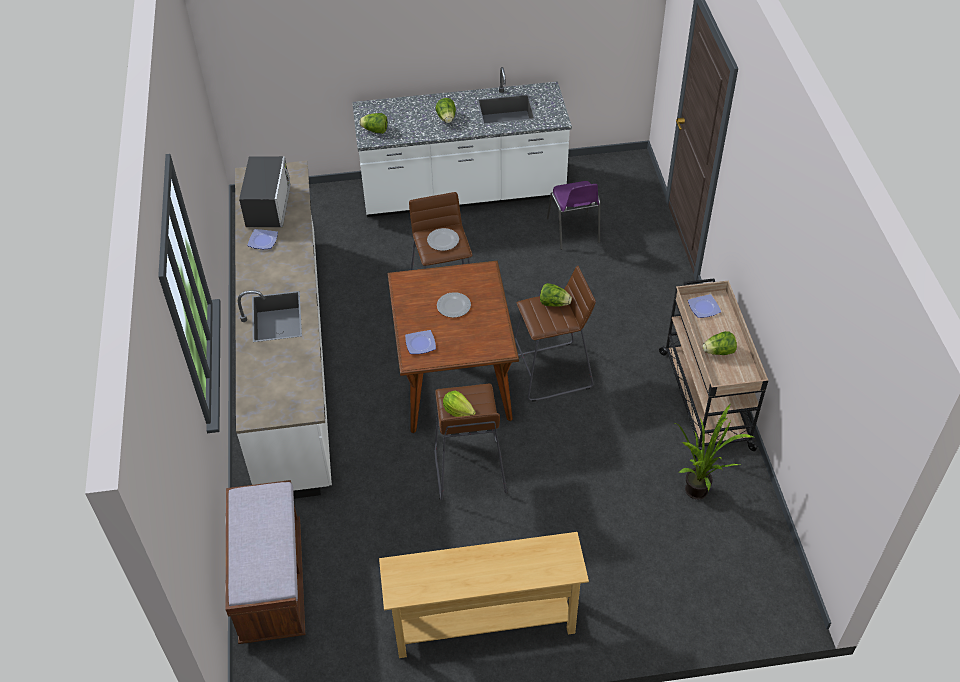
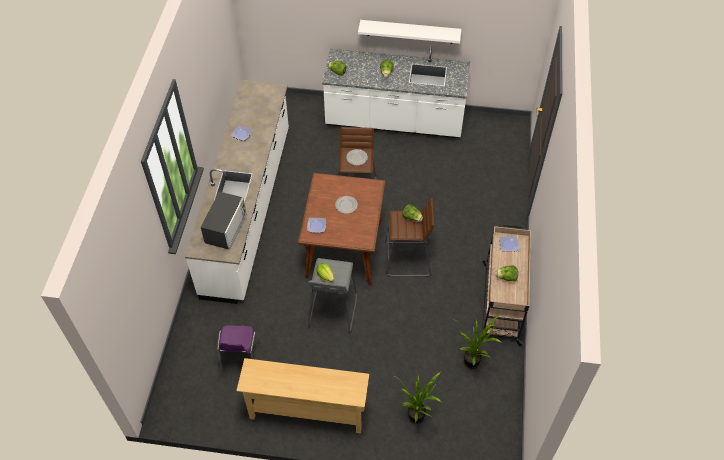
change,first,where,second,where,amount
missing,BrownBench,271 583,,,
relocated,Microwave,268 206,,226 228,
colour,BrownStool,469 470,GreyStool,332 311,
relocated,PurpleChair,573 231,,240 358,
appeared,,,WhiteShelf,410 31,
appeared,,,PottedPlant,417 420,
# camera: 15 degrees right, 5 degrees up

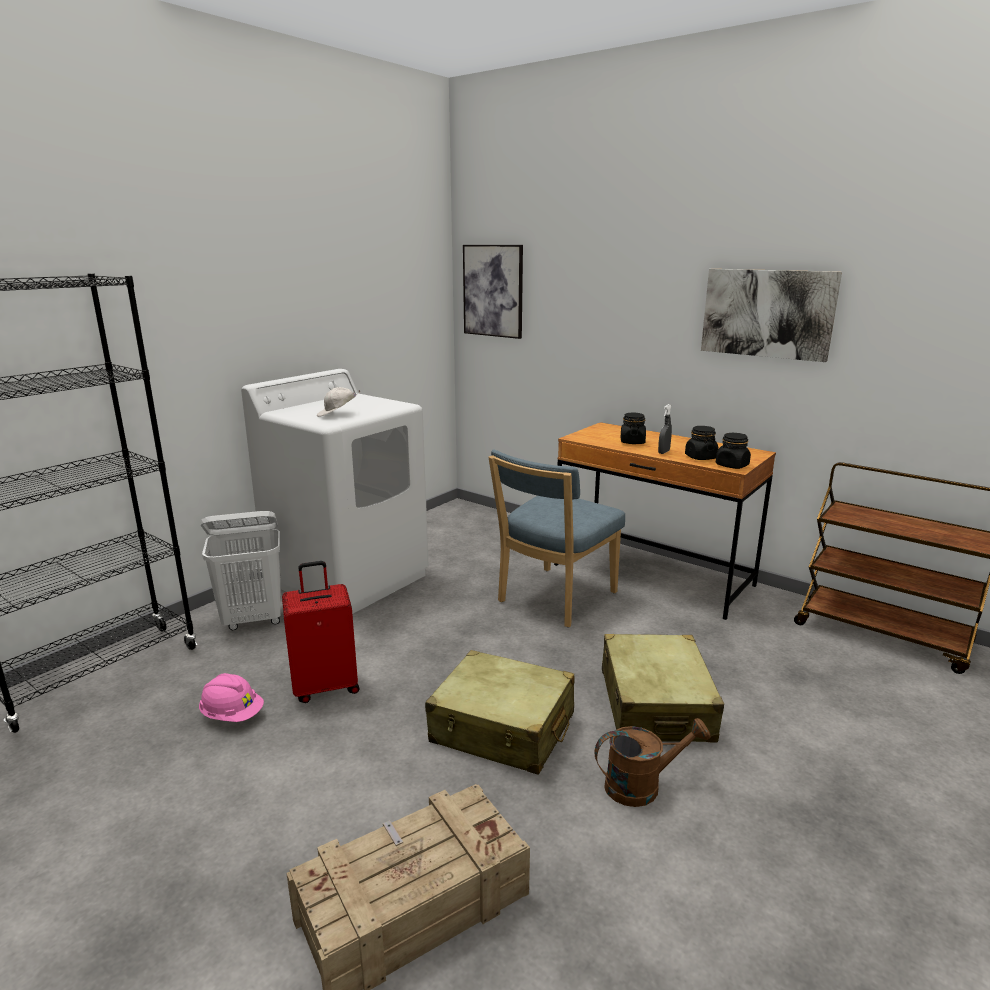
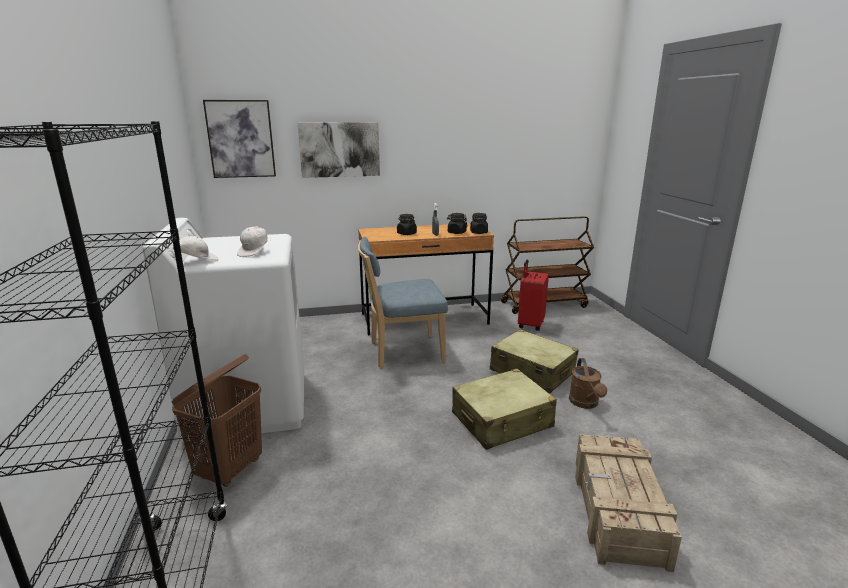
change,first,where,second,where,amount
missing,PinkHardHat,232 715,,,
colour,WhiteLaundryBasket,254 620,BrownLaundryBasket,230 470,
relocated,RedSuitcase,326 686,,530 325,
spun,BlueChair,553 599,,402 352,90 degrees clockwise
spun,BrownWateringCan,642 785,,585 404,150 degrees clockwise
relocated,Picture,767 313,,339 149,
appeared,,,WhiteCap,197 261,
# camera: 50 degrees left, 0 degrees up

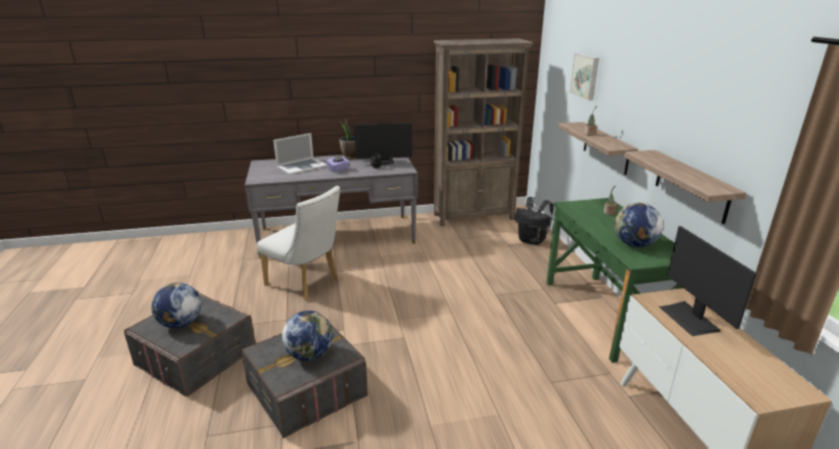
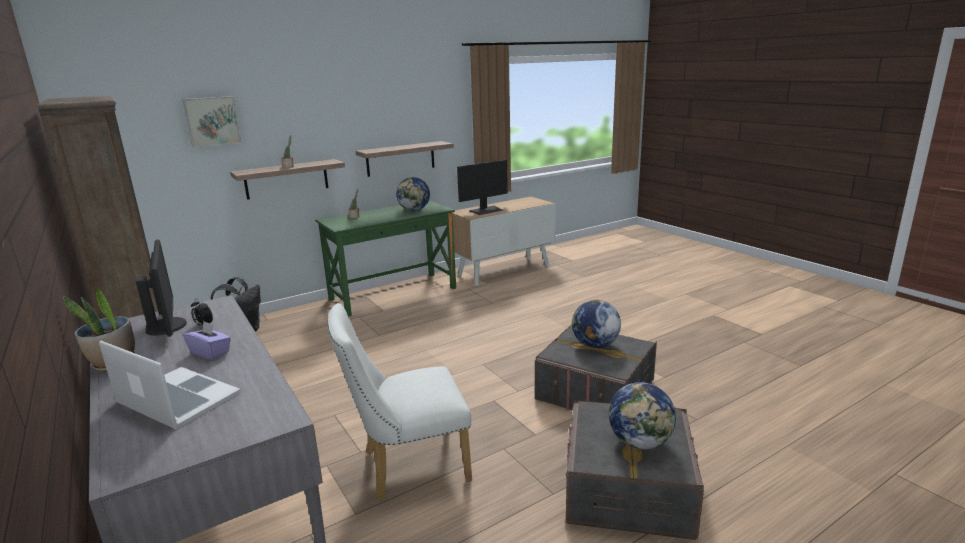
change,first,where,second,where,amount
spun,WhiteChair,306 284,,407 467,120 degrees counterclockwise
# camera: 110 degrees left, 5 degrees down

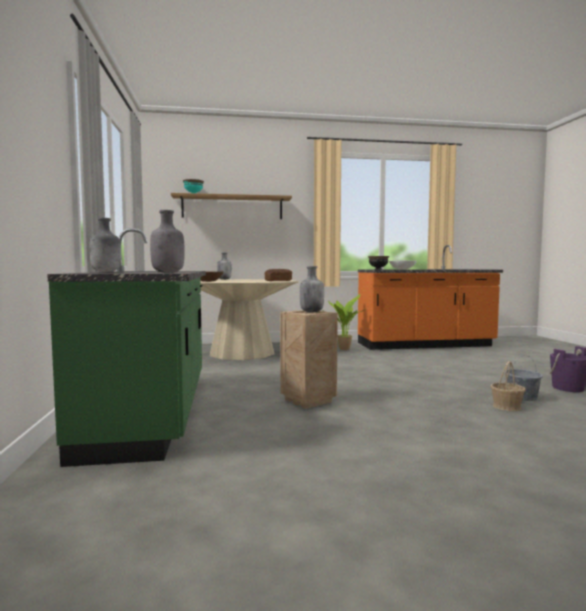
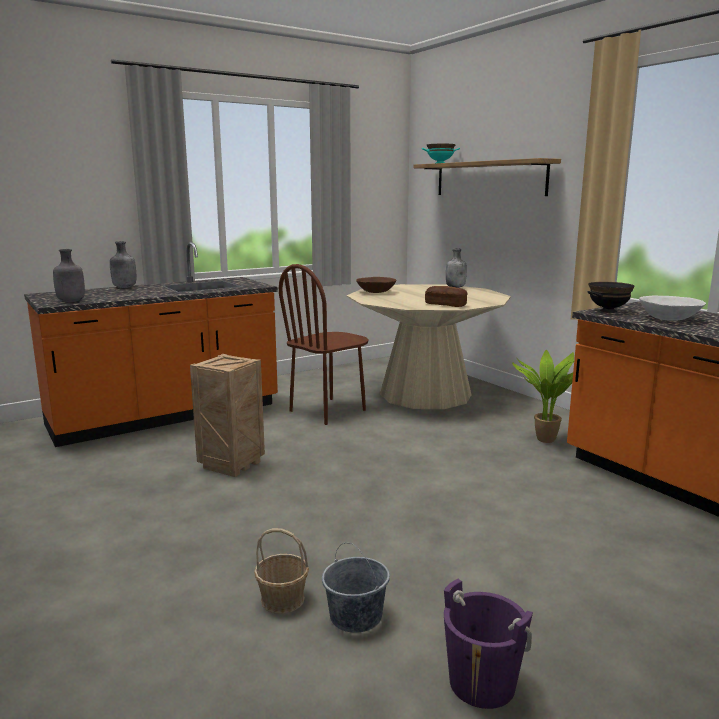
change,first,where,second,where,amount
colour,GreenCounter,153 411,OrangeCounter,166 416,
missing,GreyBottle,311 312,,,
appeared,,,BrownChair,328 411,
# camera: 65 degrees right, 10 degrees up

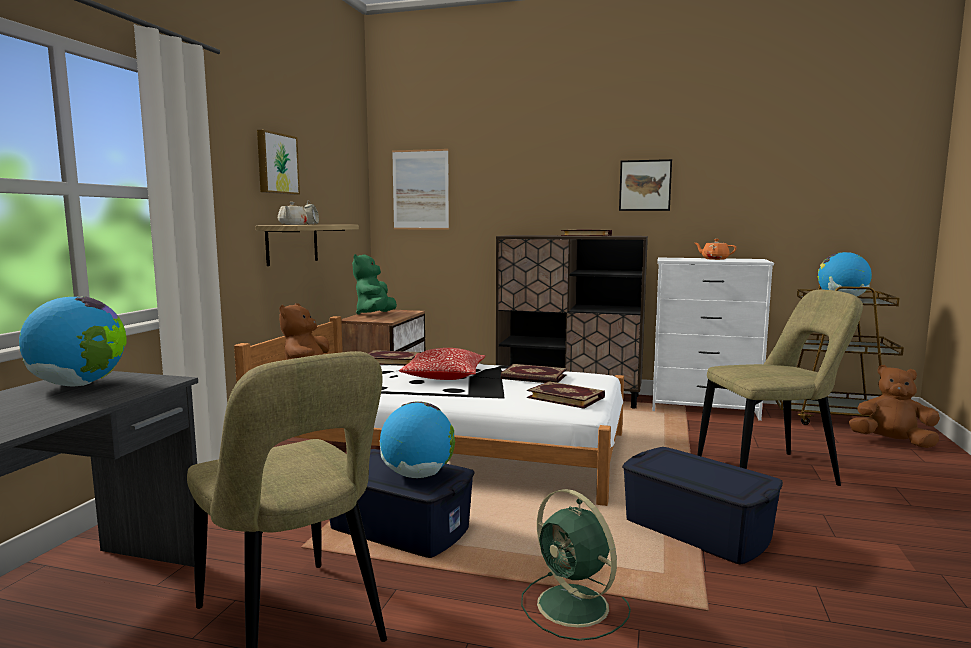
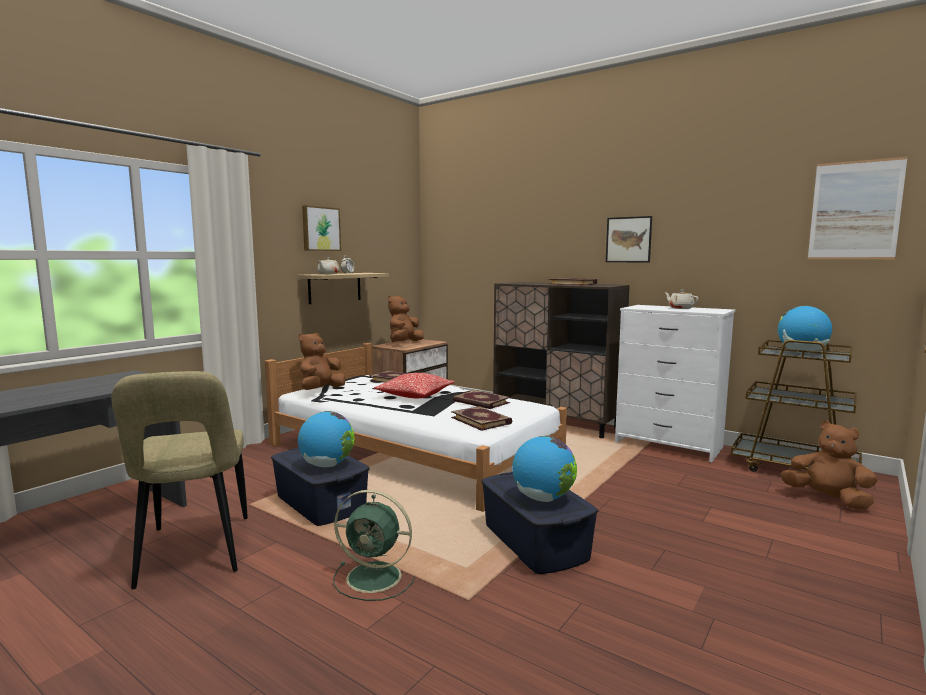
change,first,where,second,where,amount
relocated,Globe,79 385,,543 499,
colour,GreenPlushToy,375 314,BrownPlushToy,404 343,
relocated,Picture,420 190,,855 210,
spun,GreenFan,575 607,,376 577,60 degrees counterclockwise
colour,OrangeTeapot,714 259,BeigeTeapot,680 308,
missing,BeigeChair,772 472,,,
# camera: 20 degrees right, 0 degrees up

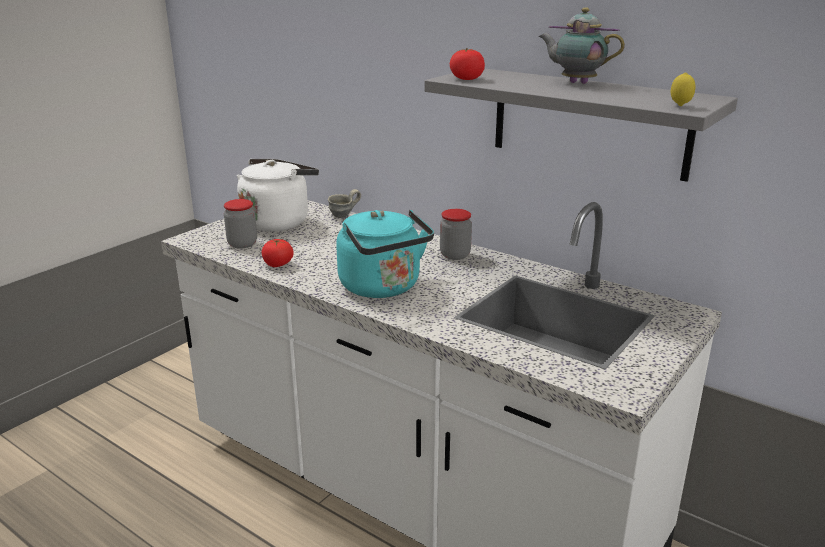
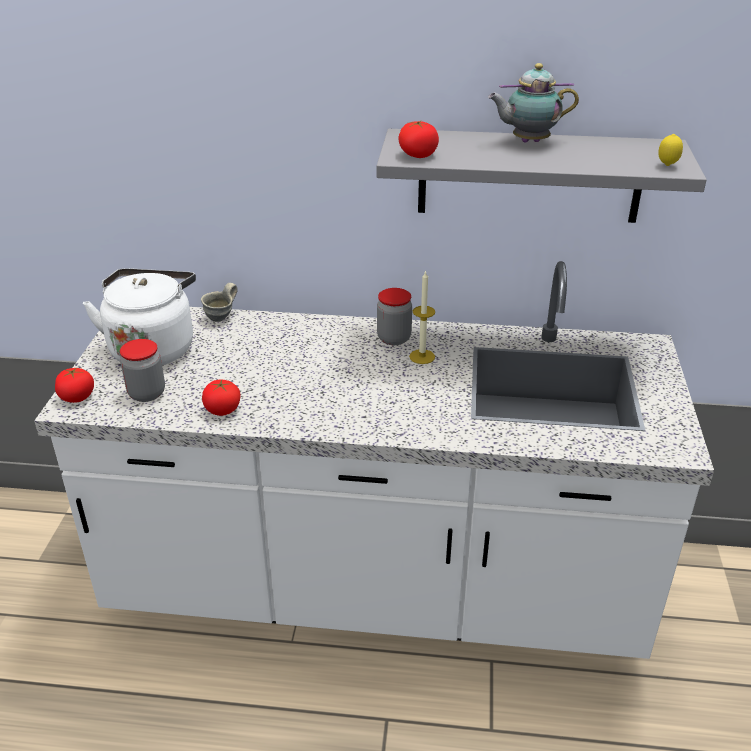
change,first,where,second,where,amount
missing,TurquoiseKettle,383 288,,,
appeared,,,Tomato,77 397,
appeared,,,Candle,422 356,
# camera: 30 degrees left, 10 degrees up

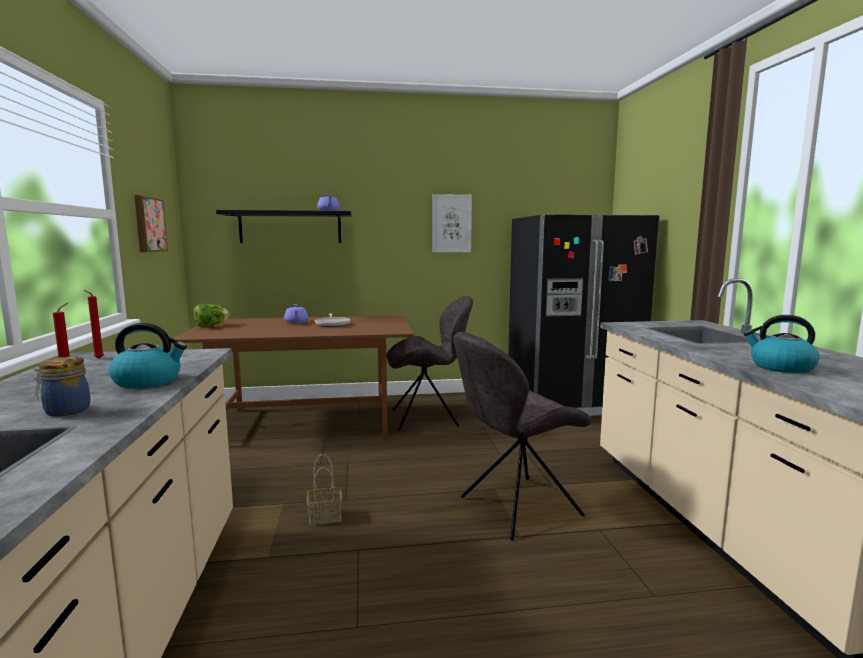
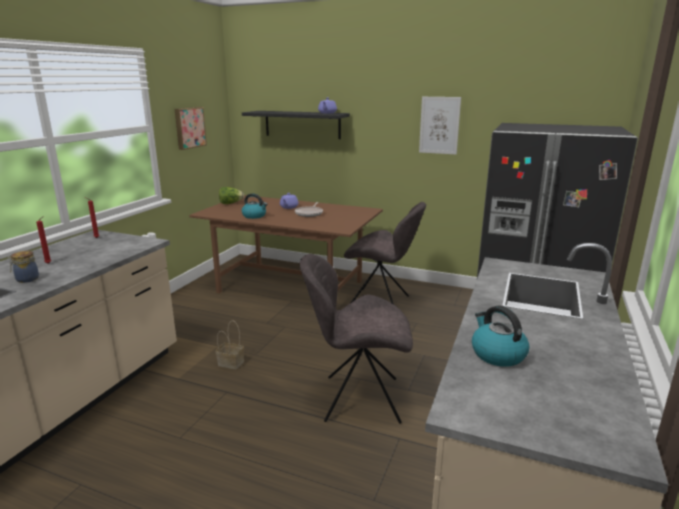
change,first,where,second,where,amount
relocated,Kettle,149 381,,254 216,
# camera: 30 degrees right, 10 degrees up

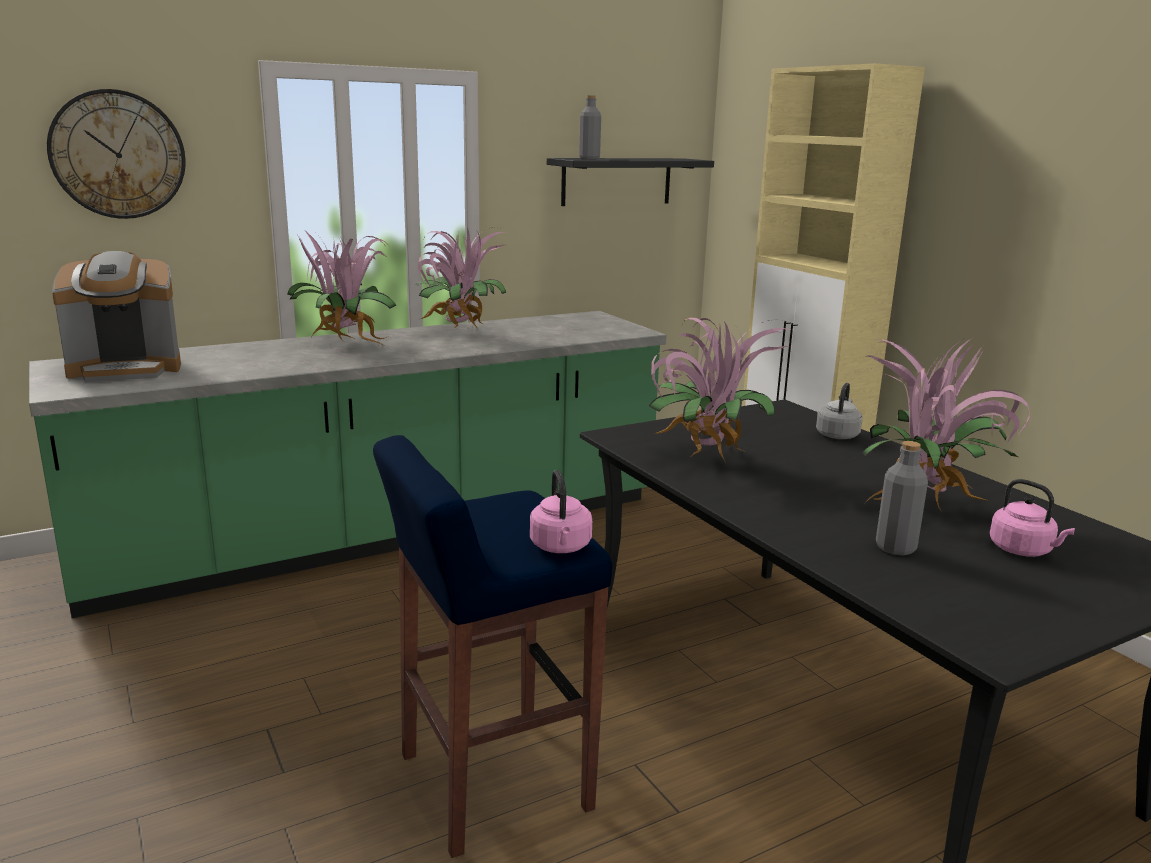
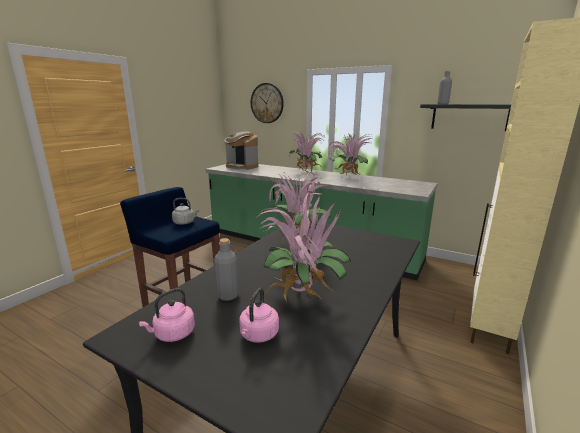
change,first,where,second,where,amount
relocated,PinkKettle,561 547,,172 334,
relocated,GreyKettle,838 435,,185 222,
# camera: 60 degrees right, 0 degrees up

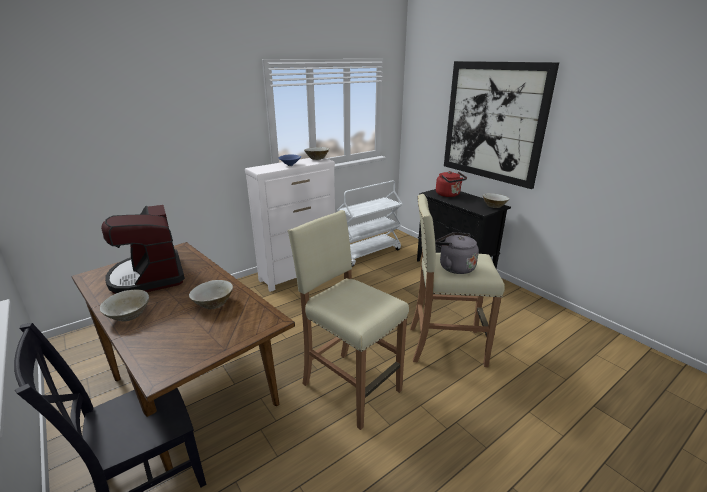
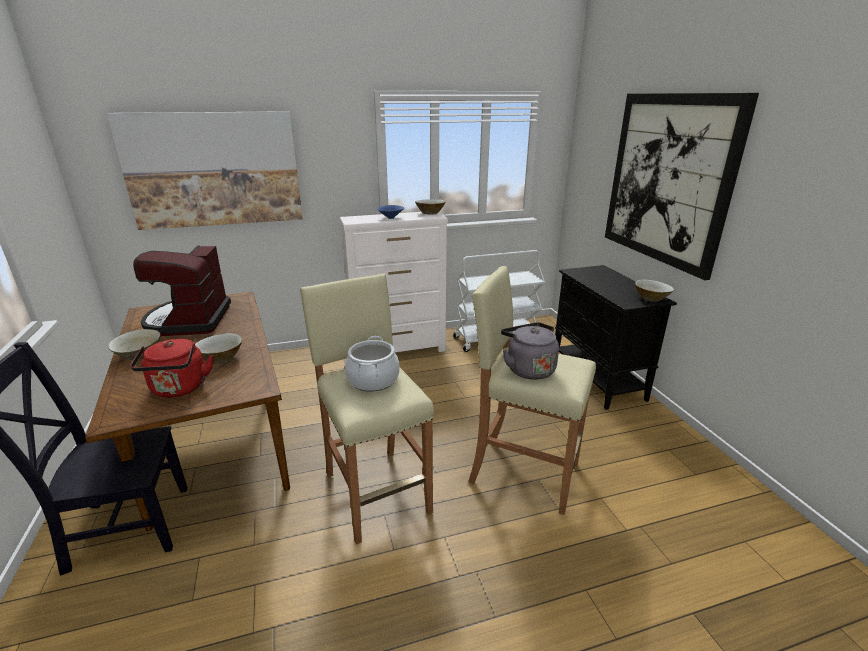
change,first,where,second,where,amount
relocated,RedKettle,449 195,,179 389,
appeared,,,Picture,214 170,
appeared,,,CookingPot,372 380,
# camera: 20 degrees right, 0 degrees up

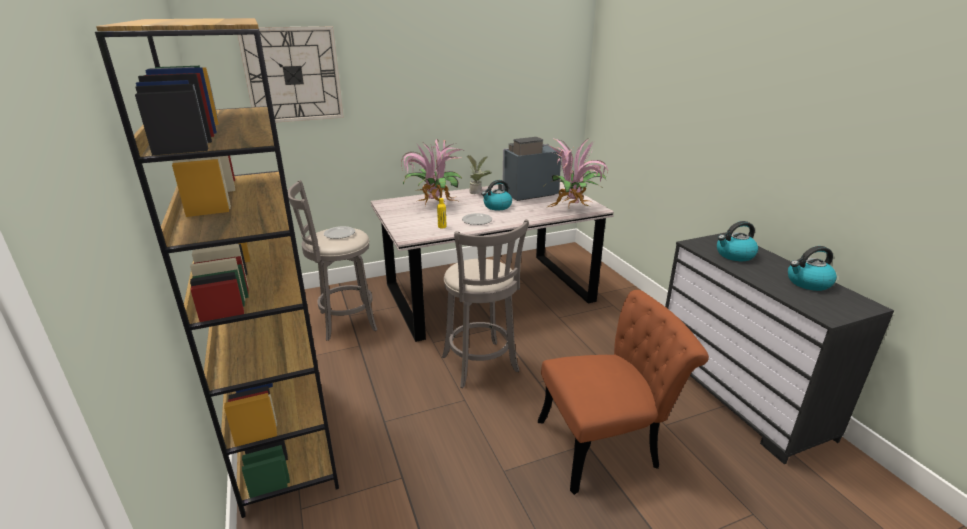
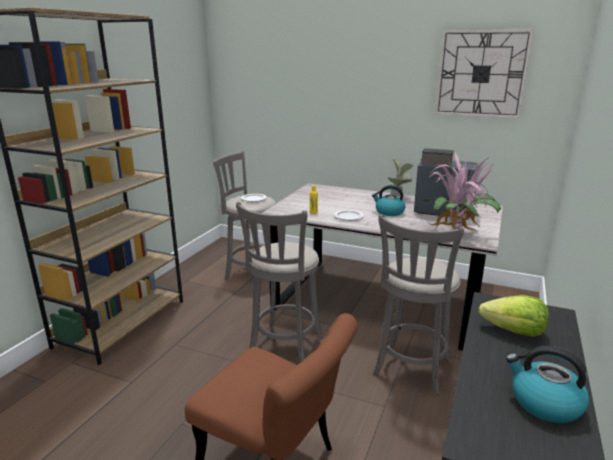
change,first,where,second,where,amount
relocated,WallClock,293 75,,481 74,
missing,PottedPlant,433 205,,,
exchanged,Kettle,734 255,Lettuce,514 331,
appeared,,,GreyStool,411 370,
# camera: 45 degrees right, 5 degrees down

